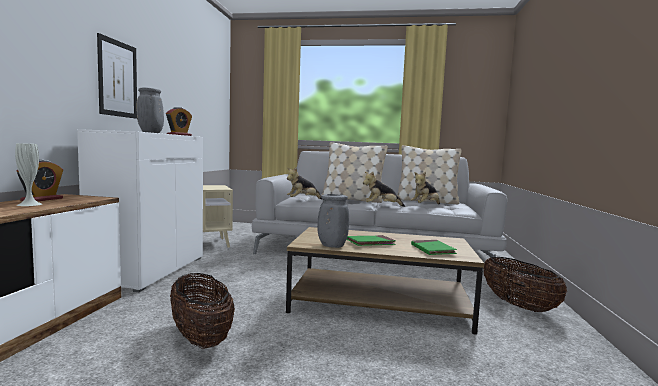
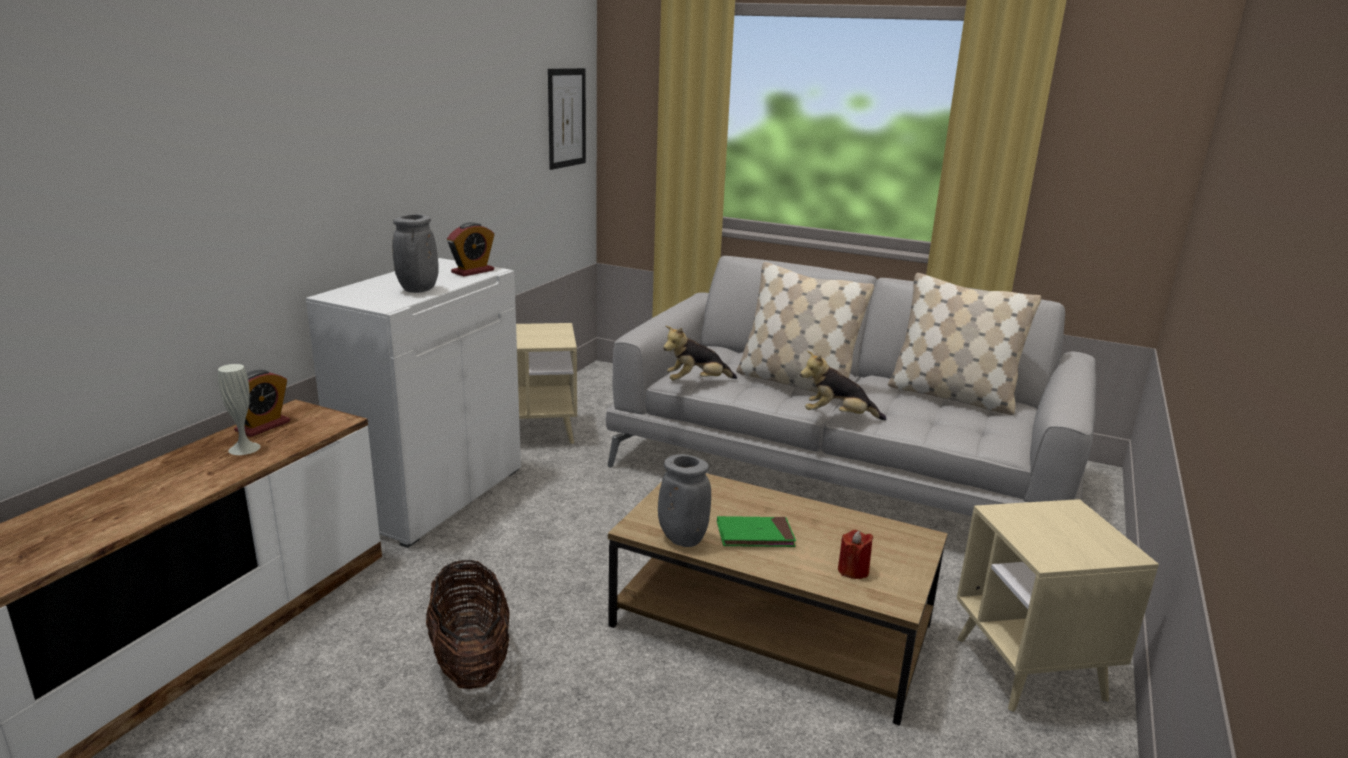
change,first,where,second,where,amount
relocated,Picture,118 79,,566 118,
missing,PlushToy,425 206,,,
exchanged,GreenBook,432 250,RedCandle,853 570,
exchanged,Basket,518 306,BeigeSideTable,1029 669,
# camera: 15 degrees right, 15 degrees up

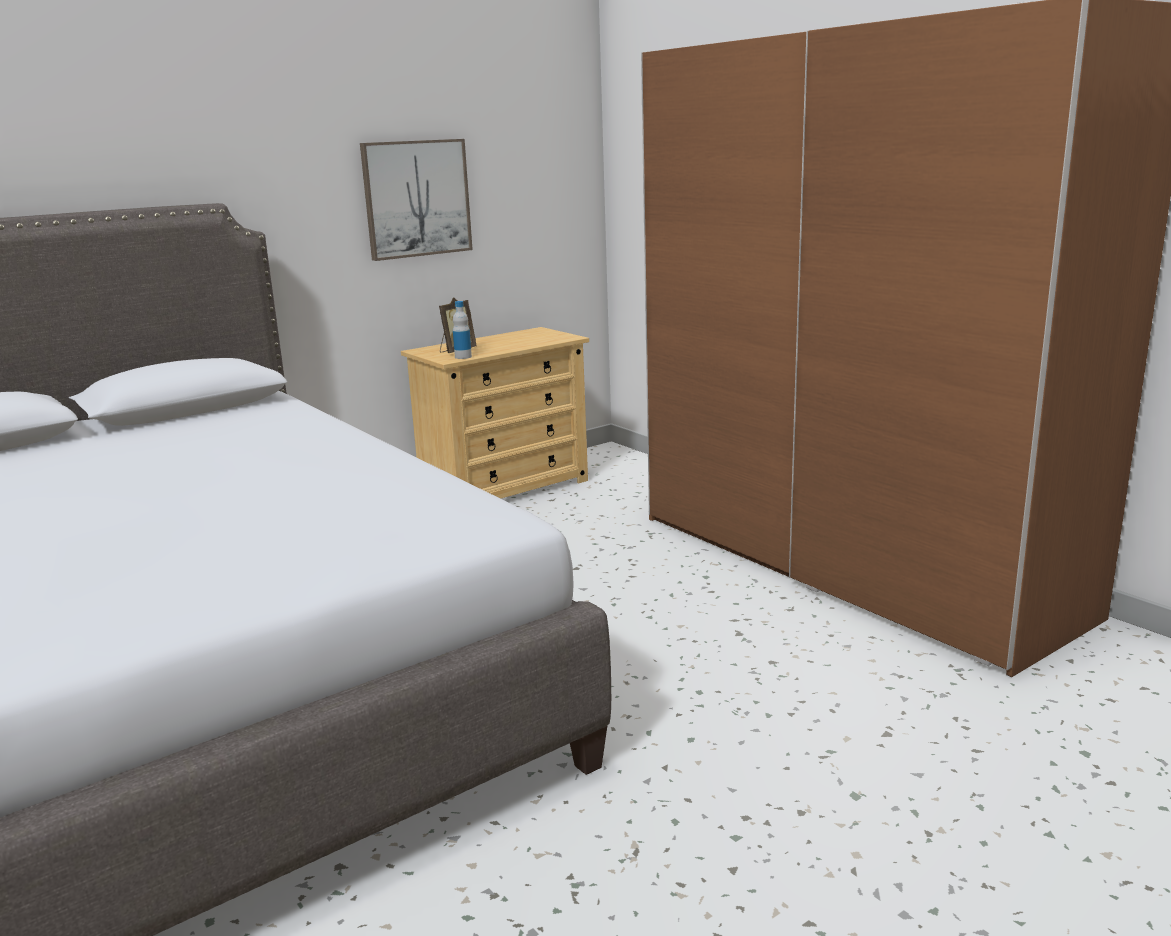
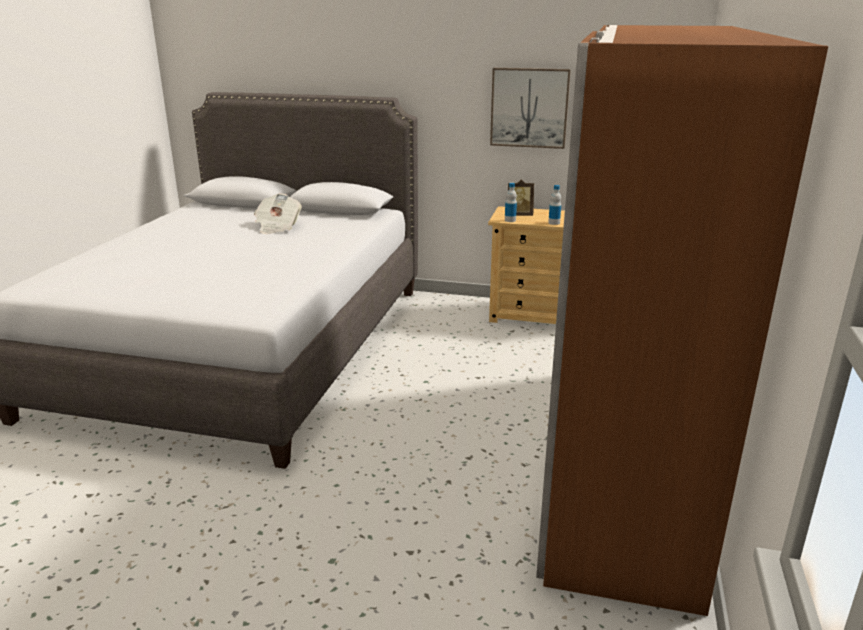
change,first,where,second,where,amount
appeared,,,Newspaper,277 227,
appeared,,,Bottle,554 223,
# camera: 50 degrees right, 5 degrees up

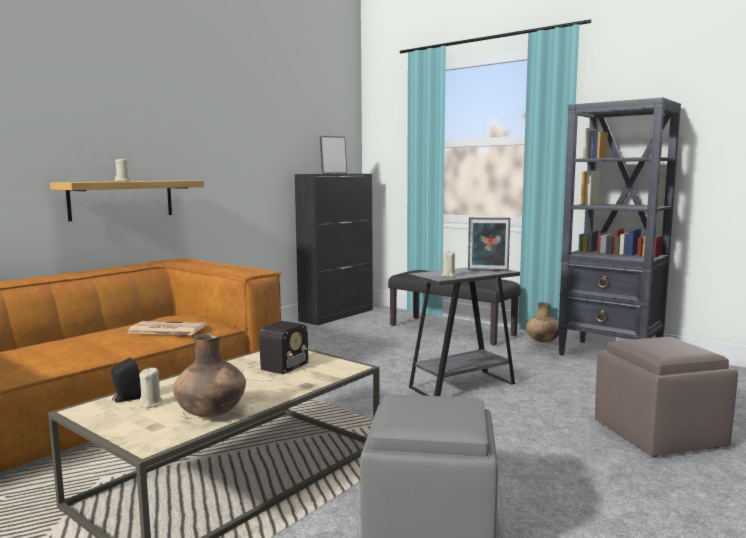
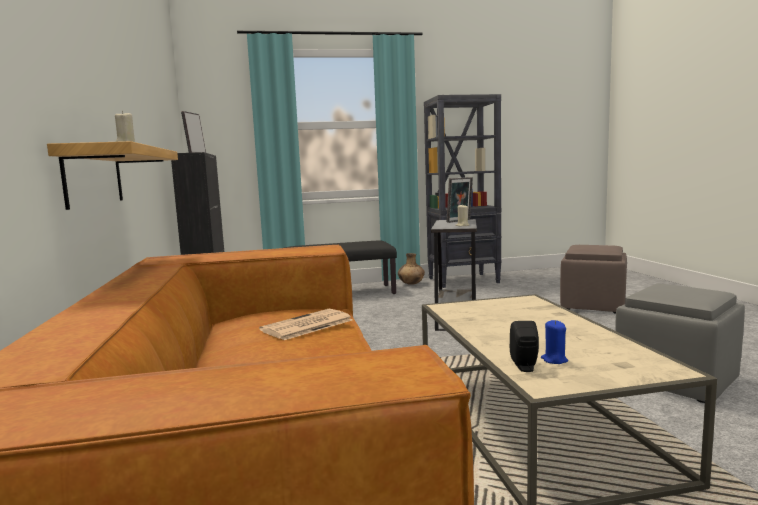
change,first,where,second,where,amount
colour,BeigeCandle,151 404,BlueCandle,554 360,
missing,BrownVase,211 414,,,
missing,Radio,272 370,,,
# camera: 50 degrees left, 0 degrees up

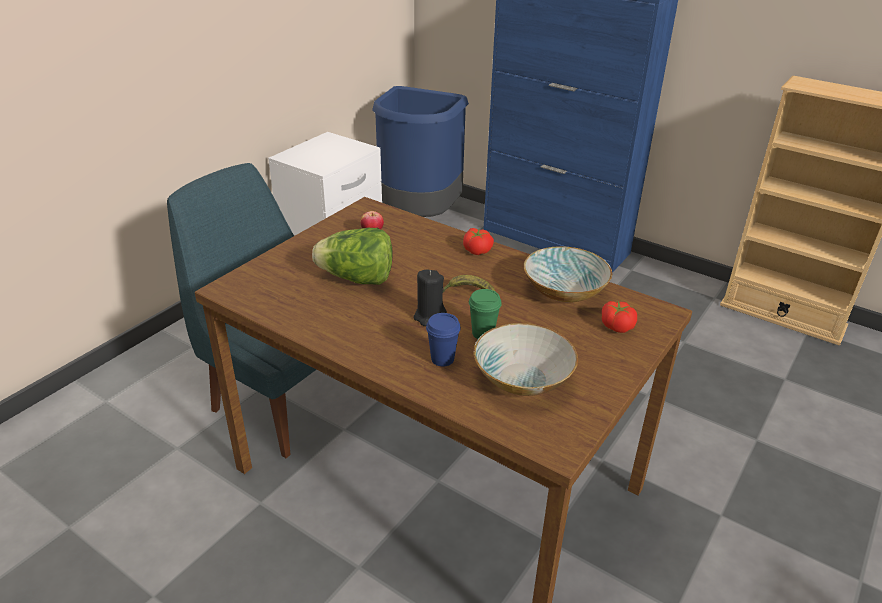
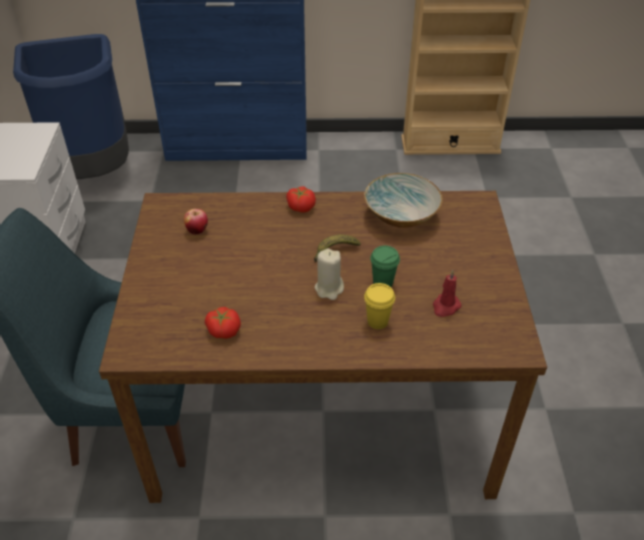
change,first,where,second,where,amount
missing,Lettuce,357 279,,,
colour,BlackCandle,429 316,BeigeCandle,329 289,
colour,BlueCup,442 359,YellowCup,377 321,
exchanged,Bowl,521 378,RedCandle,445 307,
relocated,Tomato,617 326,,224 330,
# camera: 35 degrees left, 10 degrees up

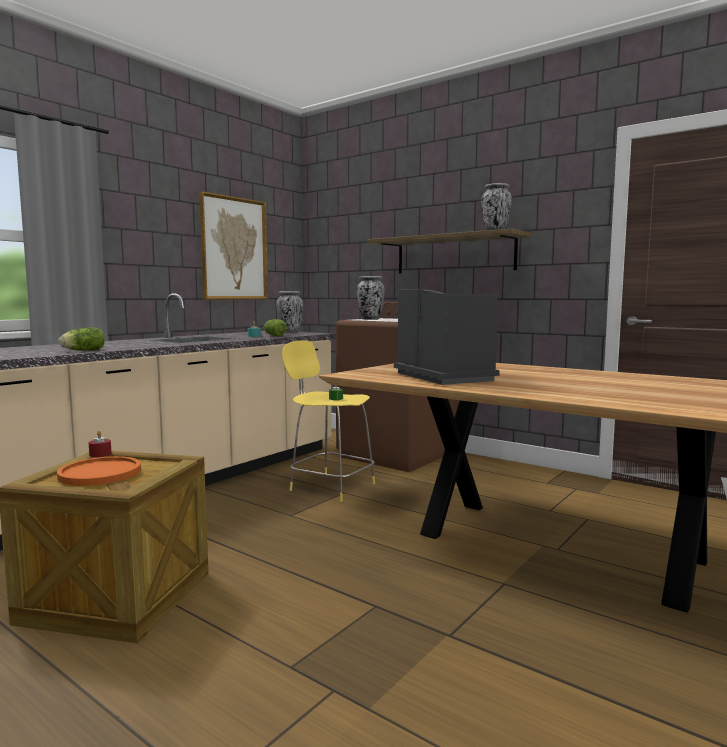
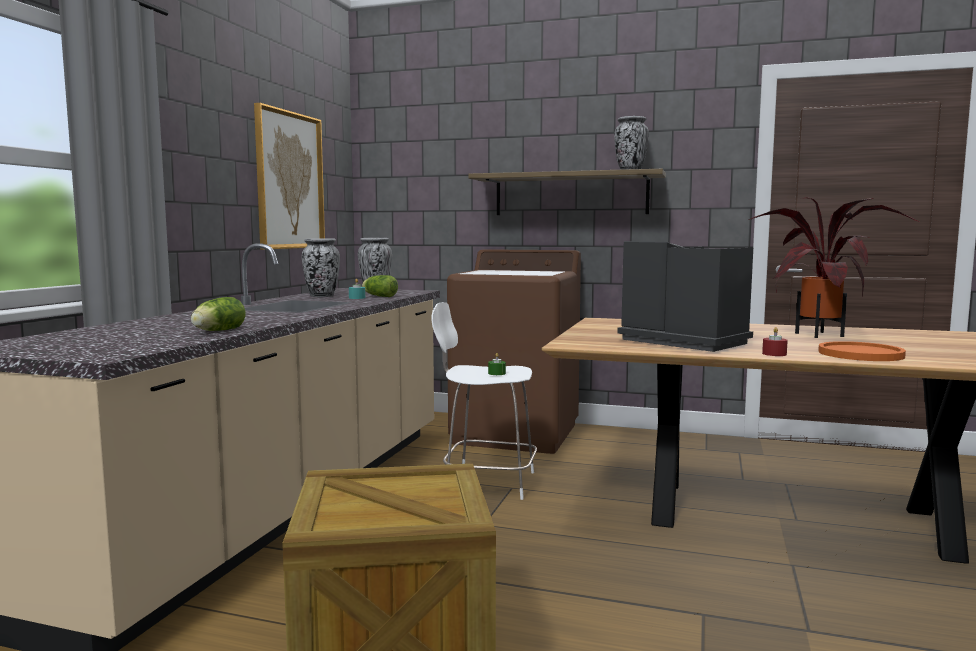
change,first,where,second,where,amount
relocated,OrangePlate,100 473,,860 354,
relocated,RedCandle,100 454,,774 354,
colour,YellowStool,330 486,WhiteStool,486 482,
relocated,Vase,370 319,,322 296,
appeared,,,PottedPlant,820 335,
# camera: 20 degrees left, 0 degrees up

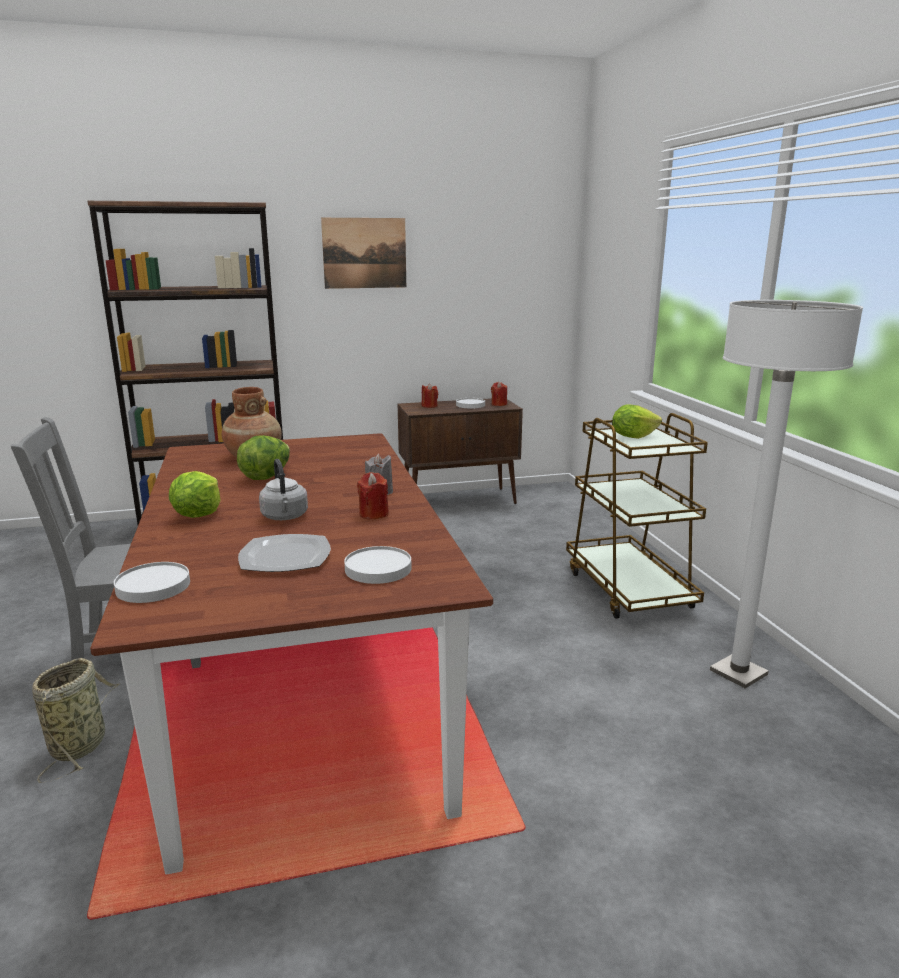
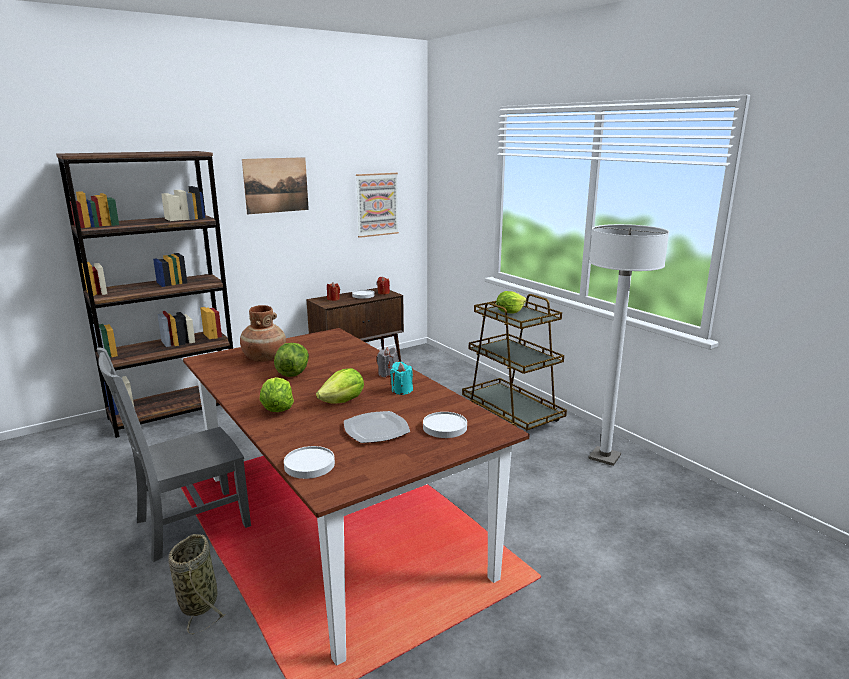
change,first,where,second,where,amount
exchanged,GreyKettle,285 517,Lettuce,343 401,
colour,RedCandle,374 514,TurquoiseCandle,401 390,
appeared,,,Picture,377 204,
# camera: 20 degrees left, 0 degrees up

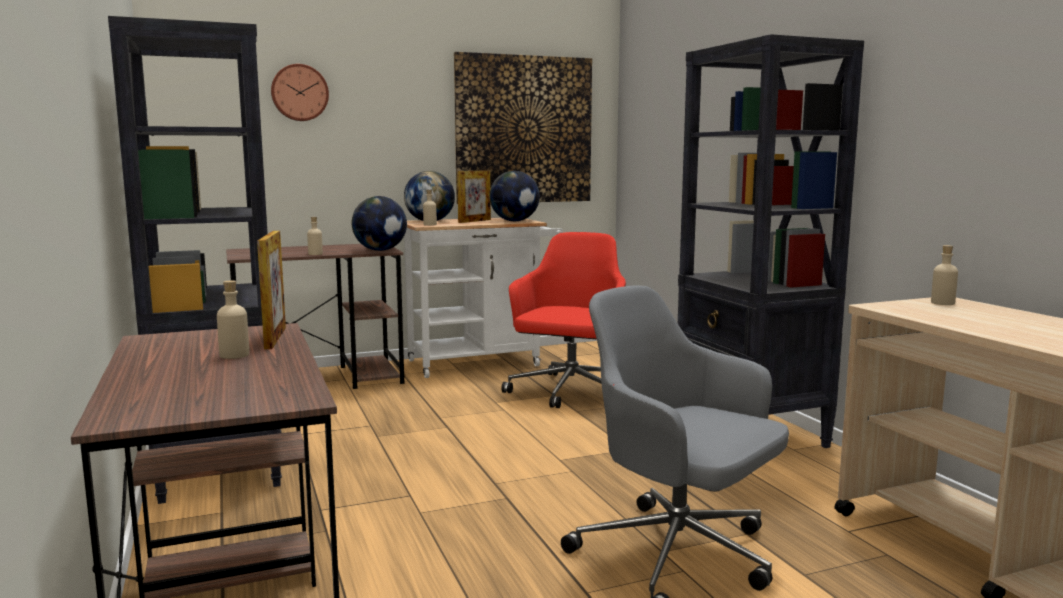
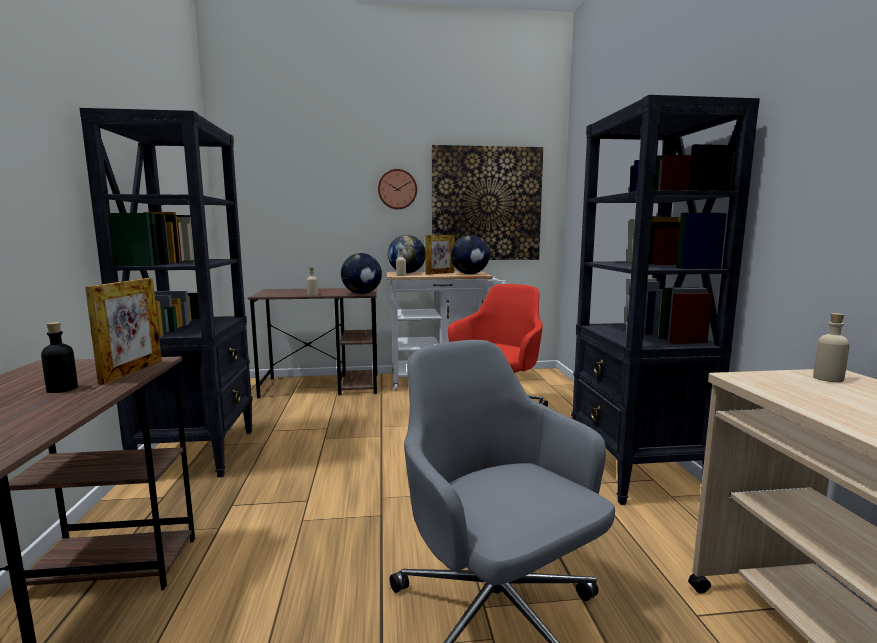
change,first,where,second,where,amount
colour,BeigeBottle,234 355,BlackBottle,62 389,
relocated,WallClock,299 93,,397 189,
# camera: 15 degrees right, 0 degrees up

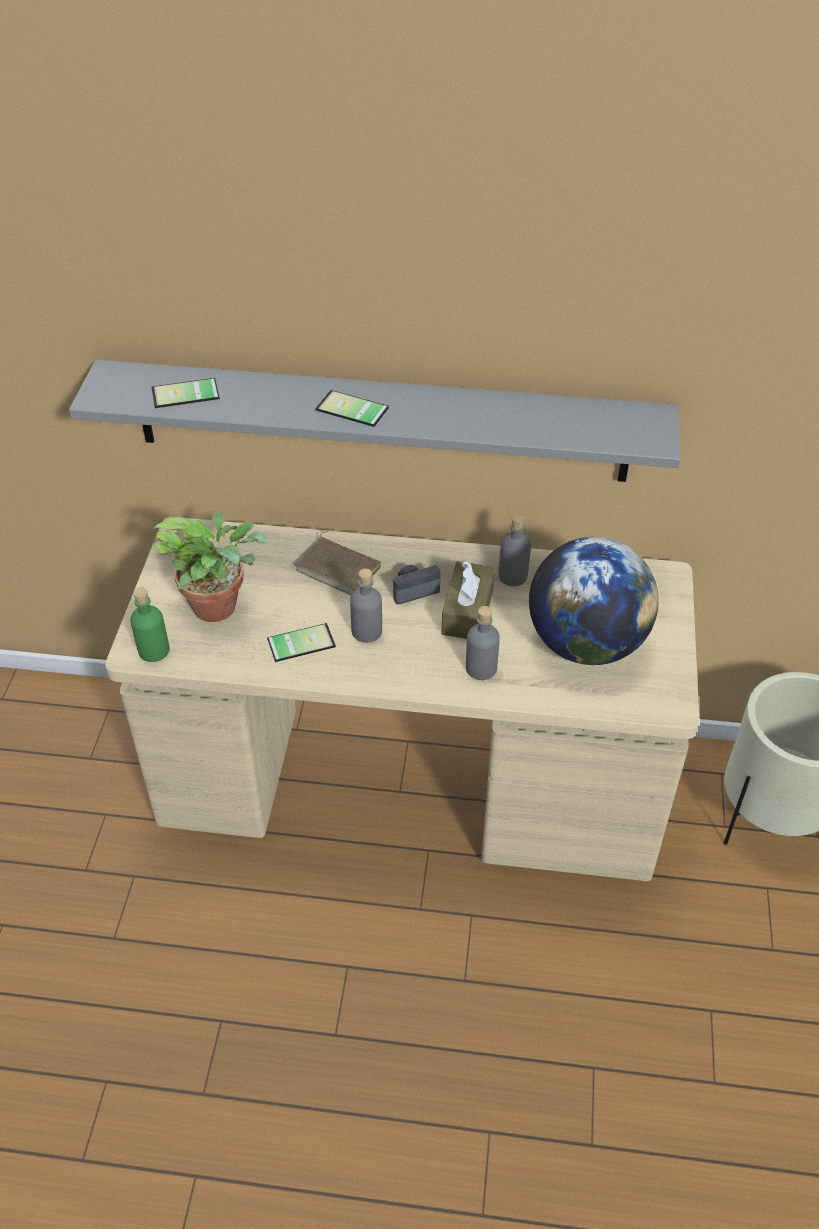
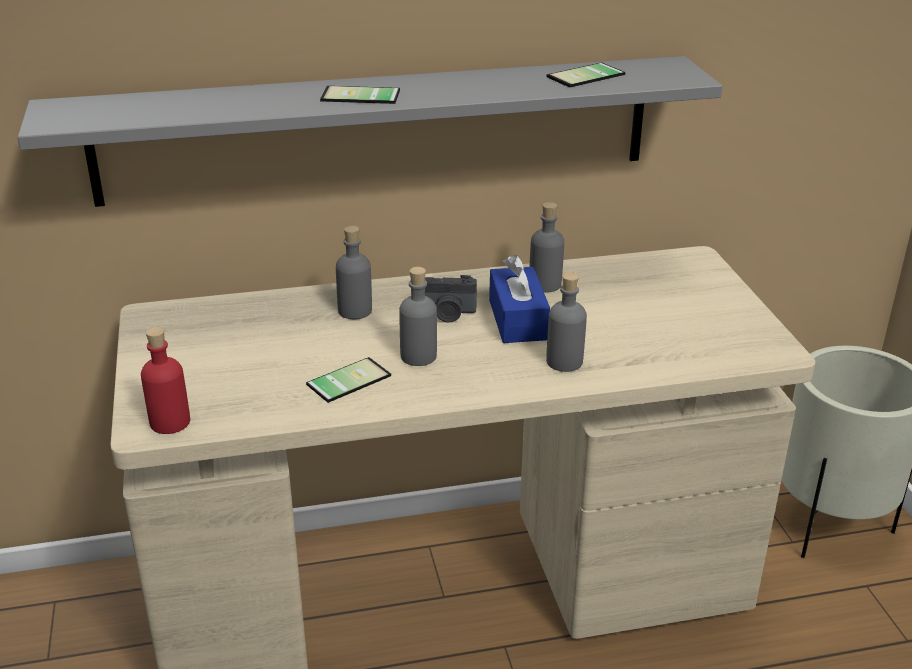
change,first,where,second,where,amount
colour,GreenBottle,154 650,RedBottle,170 422,
relocated,Phone,186 396,,588 77,
missing,PottedPlant,221 606,,,
exchanged,BrownBook,340 568,GreyBottle,355 311,
spun,PhotoCamera,413 590,,448 314,135 degrees counterclockwise
colour,BrownTissueBox,467 611,BlueTissueBox,517 320,
missing,Globe,585 644,,,
# camera: 20 degrees left, 15 degrees down

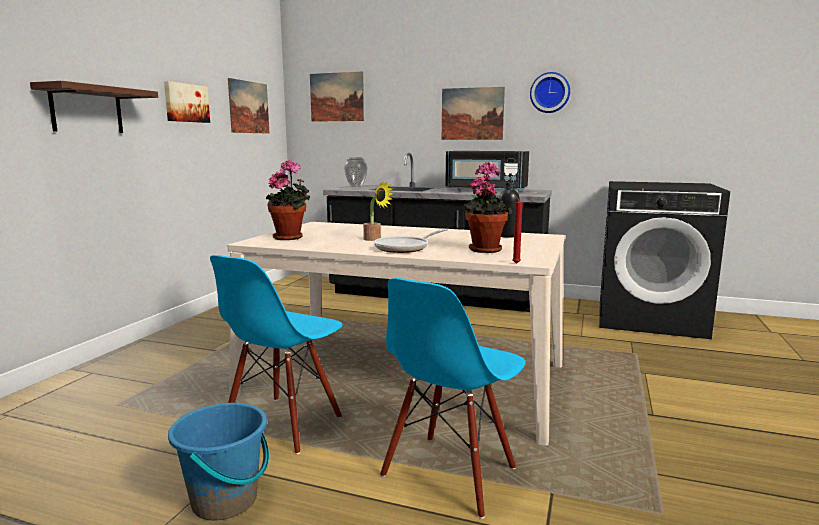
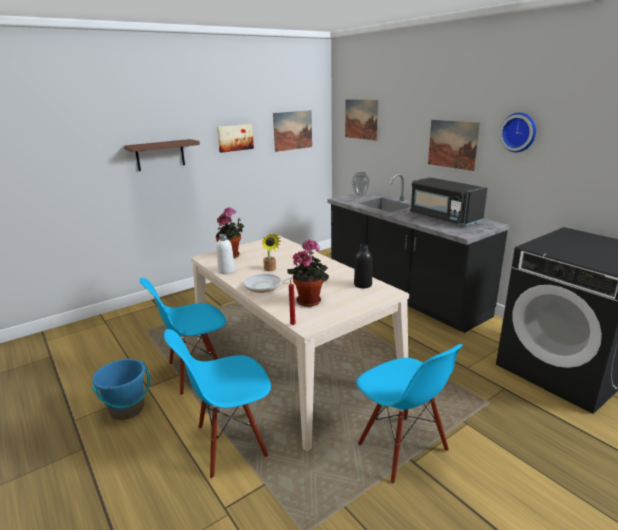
change,first,where,second,where,amount
appeared,,,WhiteBottle,226 271,
appeared,,,BlueChair,402 448,
# camera: 35 degrees right, 10 degrees up

